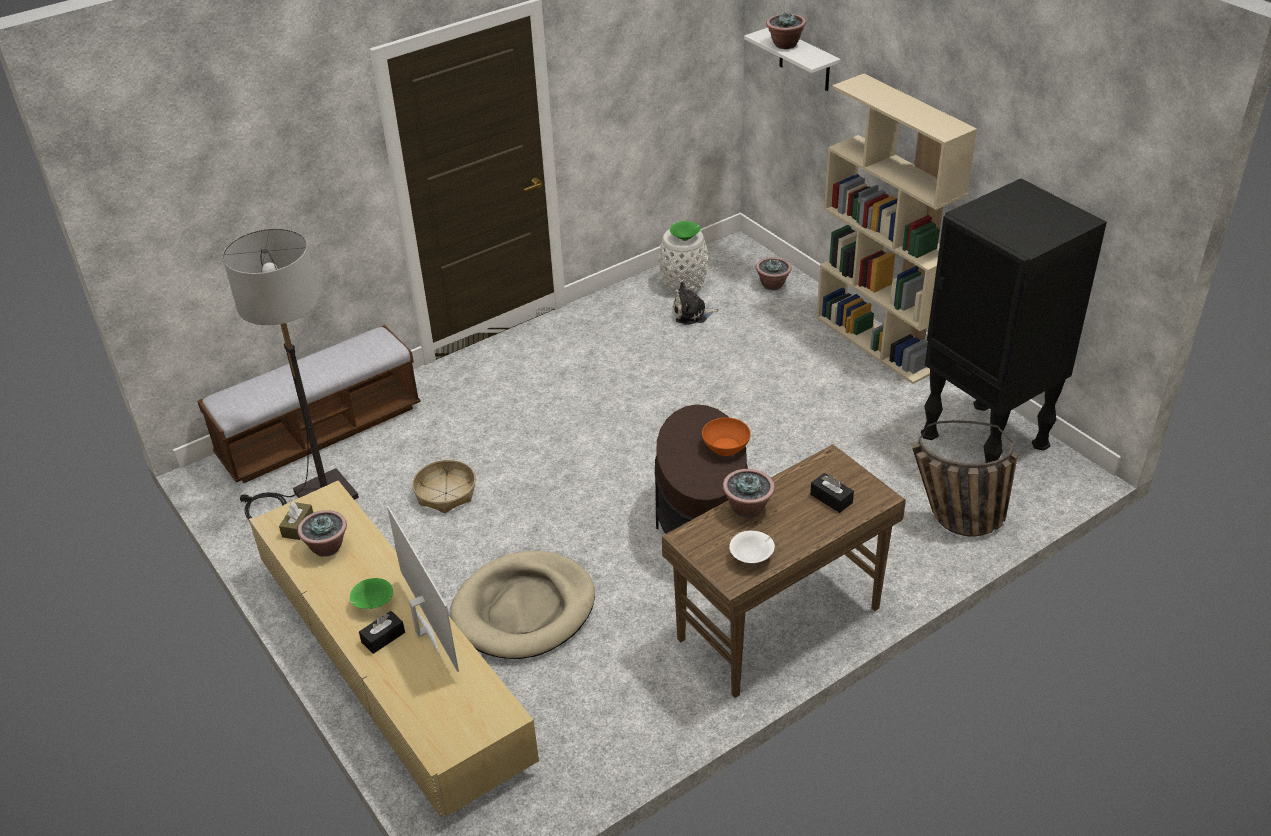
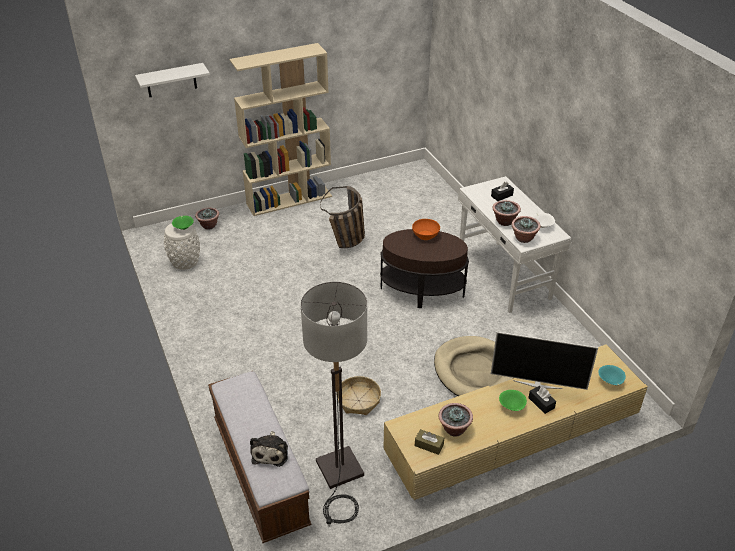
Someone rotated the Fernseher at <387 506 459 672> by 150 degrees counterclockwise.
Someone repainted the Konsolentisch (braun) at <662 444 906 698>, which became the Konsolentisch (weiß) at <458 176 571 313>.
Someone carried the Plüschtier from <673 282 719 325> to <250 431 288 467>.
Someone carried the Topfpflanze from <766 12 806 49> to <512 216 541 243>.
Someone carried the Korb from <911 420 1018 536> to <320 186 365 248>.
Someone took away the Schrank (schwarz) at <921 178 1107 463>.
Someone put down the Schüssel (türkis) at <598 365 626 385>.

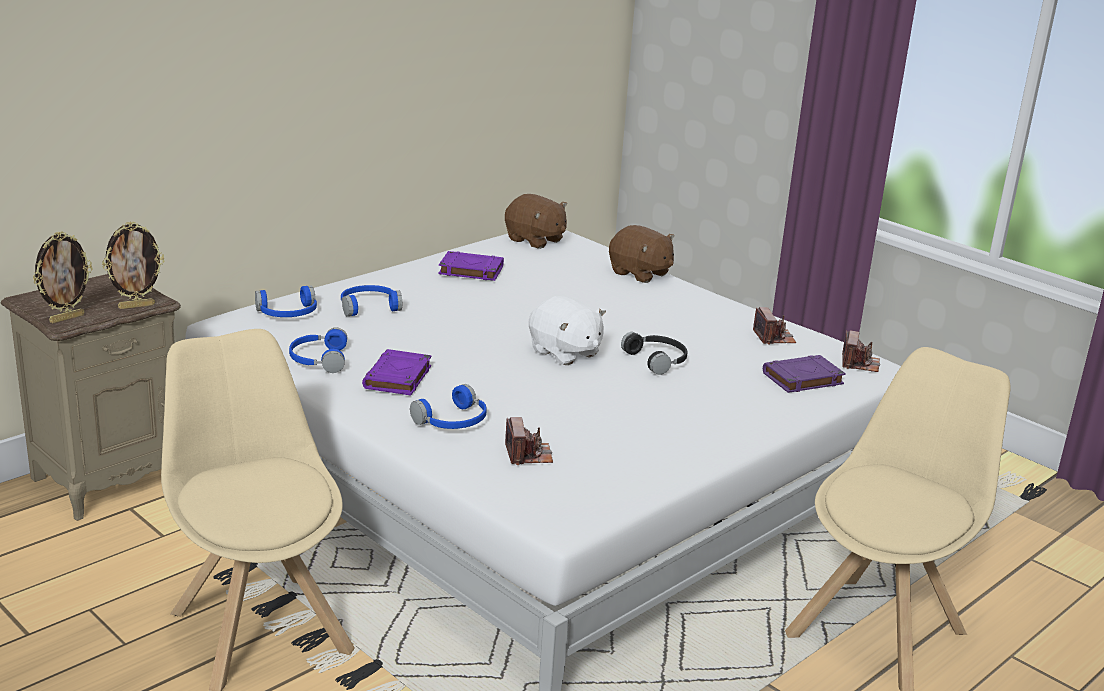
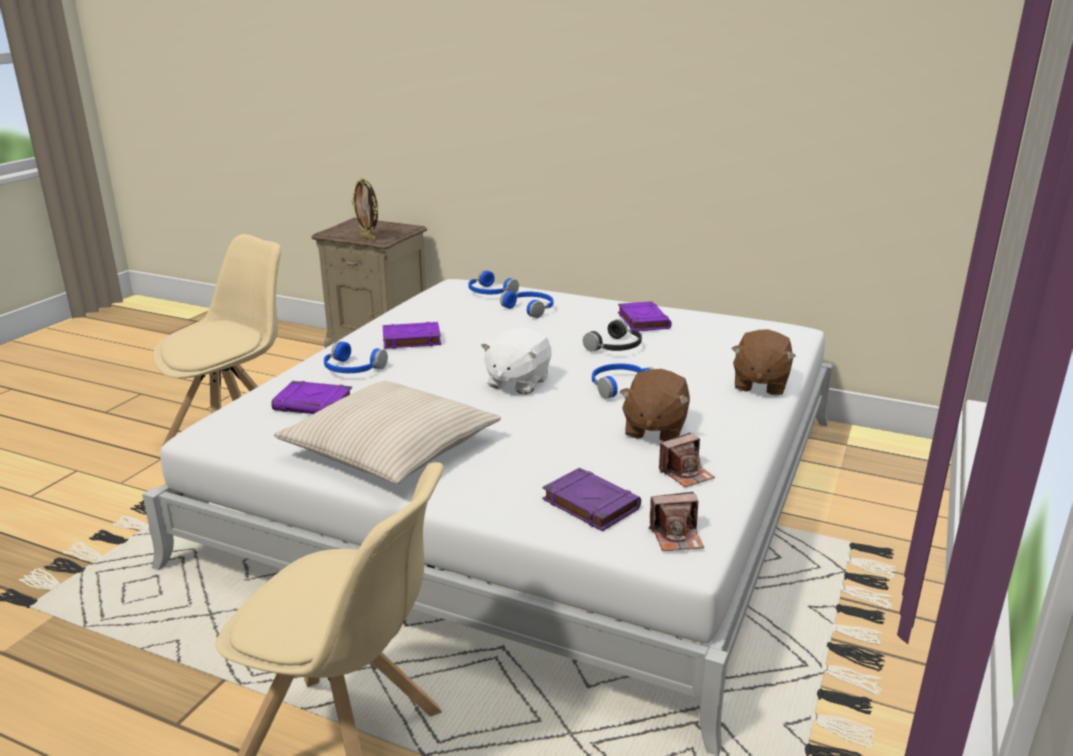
Someone took away the Bilderrahmen at <33 231 93 323>.
Someone carried the Kopfhörer (blau) from <289 327 348 373> to <592 364 654 399>.
Someone carried the Plüschtier (braun) from <505 194 567 249> to <620 369 690 442>.
Someone swapped the Kamera at <505 417 553 465> for the Buch (lila) at <271 381 352 414>.
Someone carried the Kopfhörer (schwarz) from <621 332 688 375> to <583 319 642 352>.
Someone put down the Kissen (beige) at <274 381 501 484>.

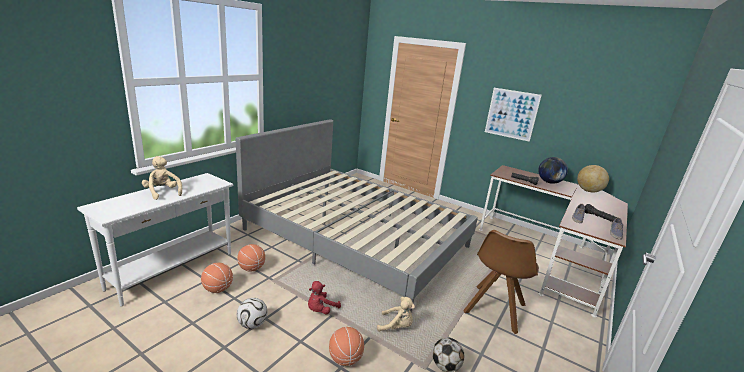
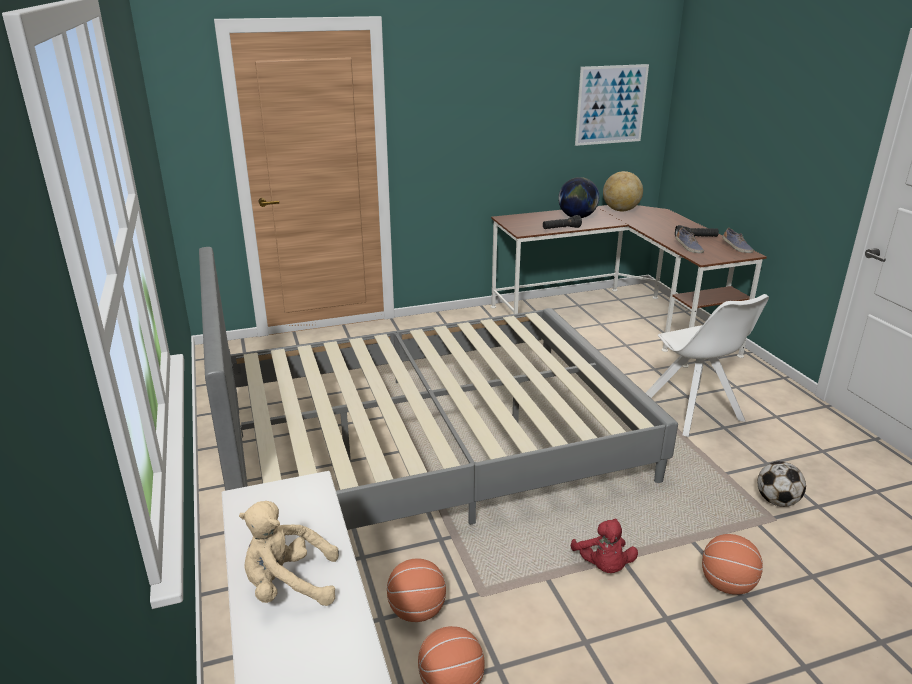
Someone took away the Fußball at <237 298 267 329>.
Someone took away the Plüschtier (beige) at <377 297 415 332>.
Someone repainted the Stuhl (braun) at <463 230 539 334>, which became the Stuhl (weiß) at <646 294 769 437>.
Someone carried the Bild from <485 88 542 142> to <575 64 649 146>.

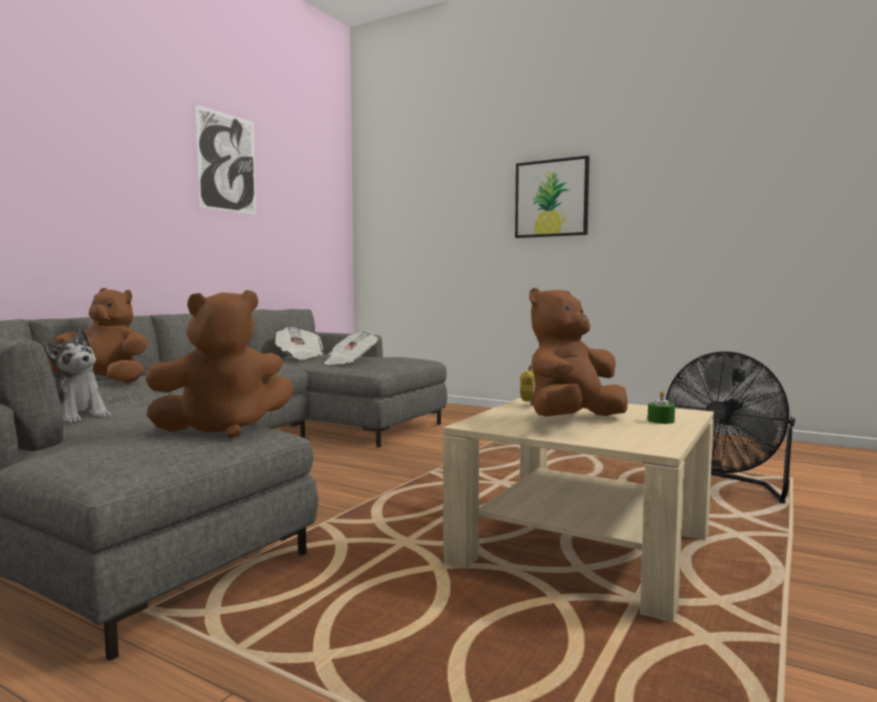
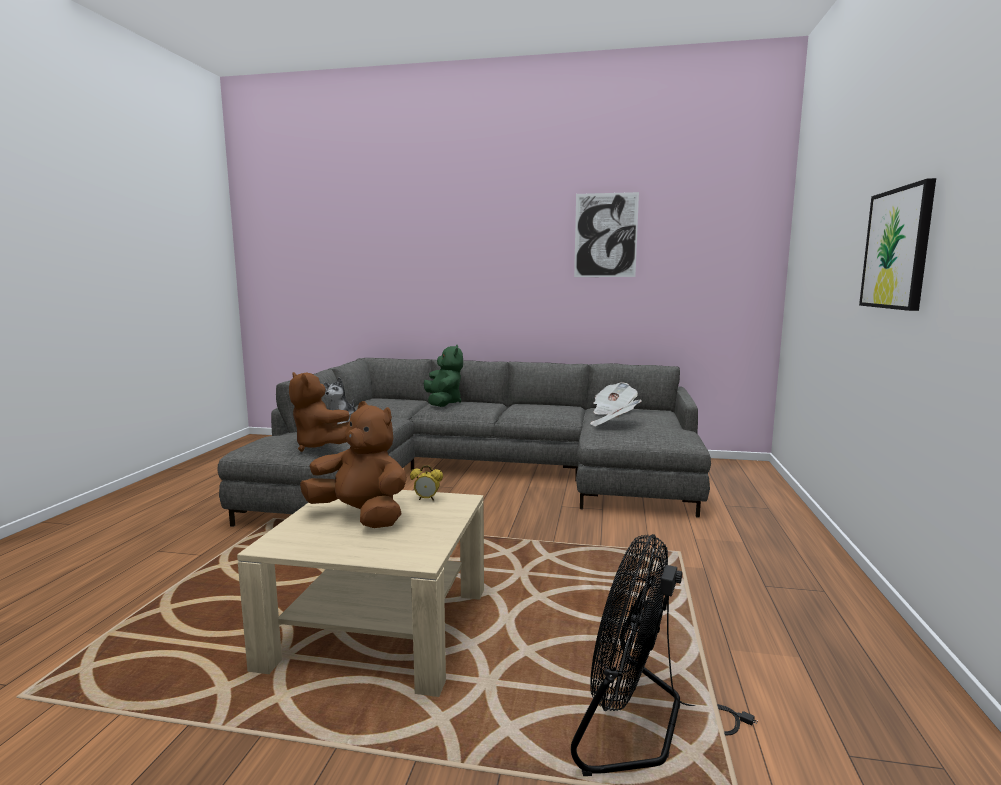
Someone repainted the Plüschtier (braun) at <46 288 148 383>, which became the Plüschtier (grün) at <424 345 463 407>.
Someone took away the Kerze (grün) at <648 391 675 424>.

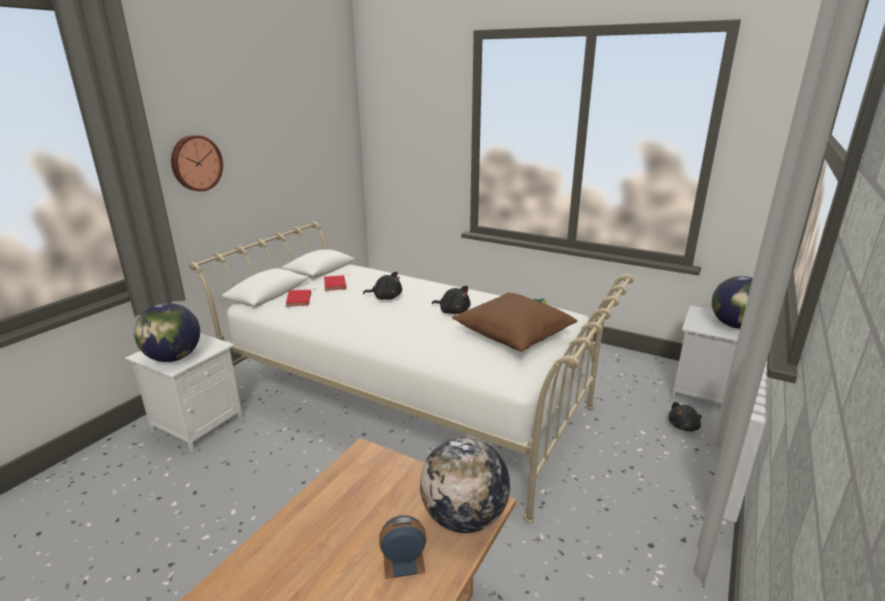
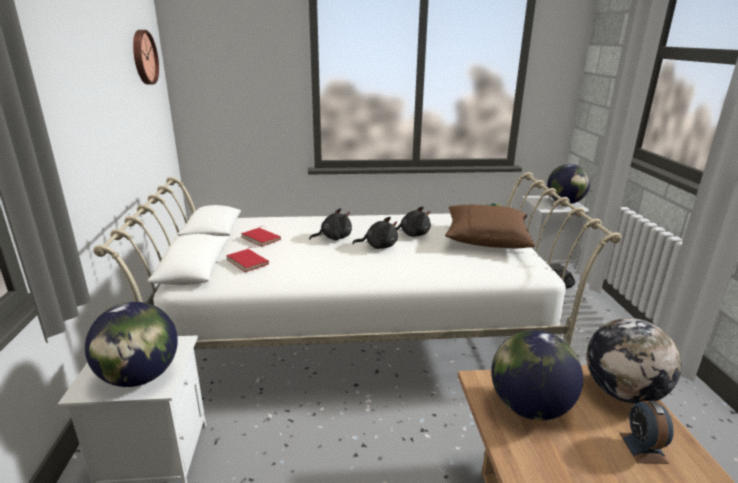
Someone carried the Wanduhr from <171 135 223 191> to <133 30 159 85>.
Someone rotated the Wecker at <379 515 426 579> by 45 degrees counterclockwise.
Someone put down the Plüschtier (schwarz) at <352 217 398 249>.
Someone put down the Globus at <491 330 583 420>.

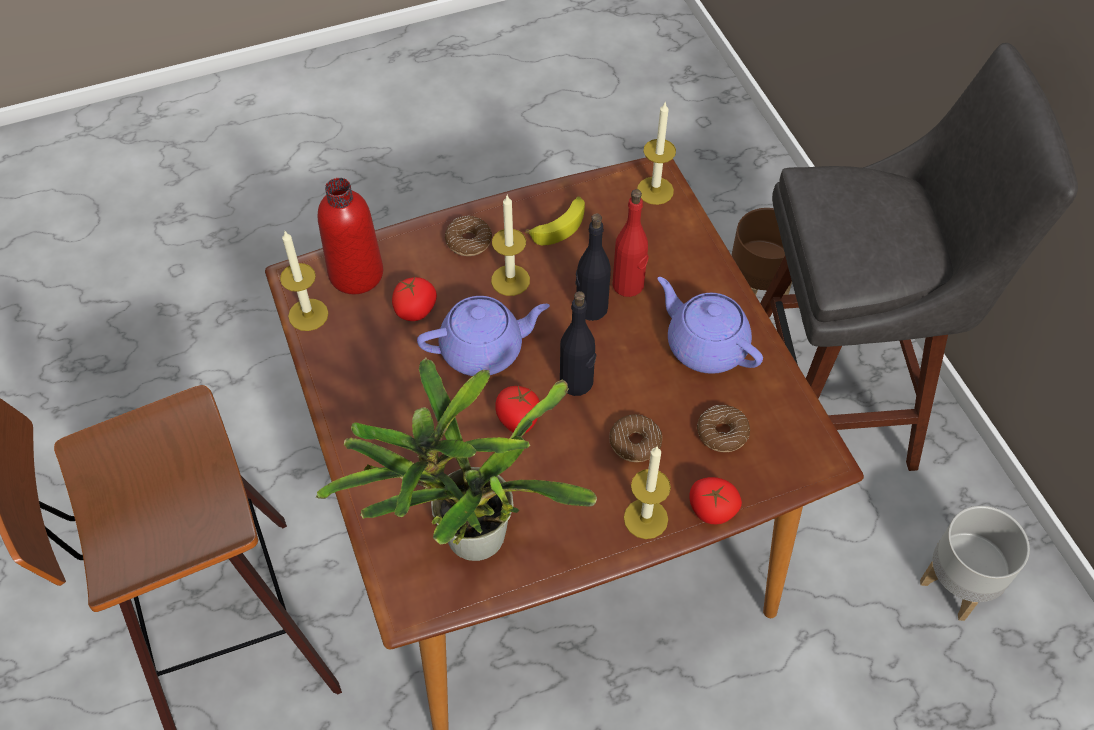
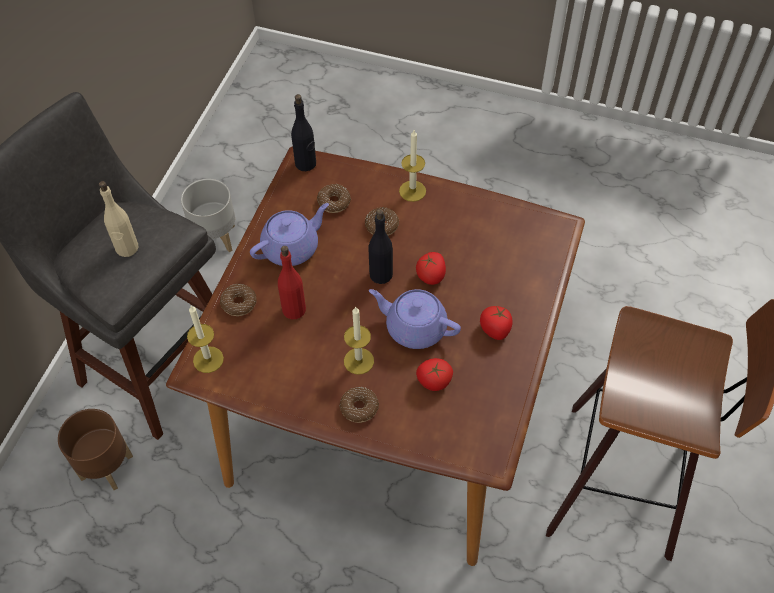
Someone took away the Kerze at <280 230 328 331>.
Someone took away the Topfpflanze at <316 358 597 561>.
Someone took away the Flasche (rot) at <318 178 383 294>.
Someone took away the Banane at <525 196 585 246>.
Someone carried the Flasche (schwarz) from <576 214 611 321> to <291 94 316 171>.
Someone rotated the Teekanne (lila) at <658 277 763 374> by 120 degrees counterclockwise.
Someone carried the Tomate from <689 477 742 525> to <480 306 512 340>.
Someone put down the Flasche (beige) at <99 181 138 257>.
Someone put down the Donut at <220 284 257 316>.

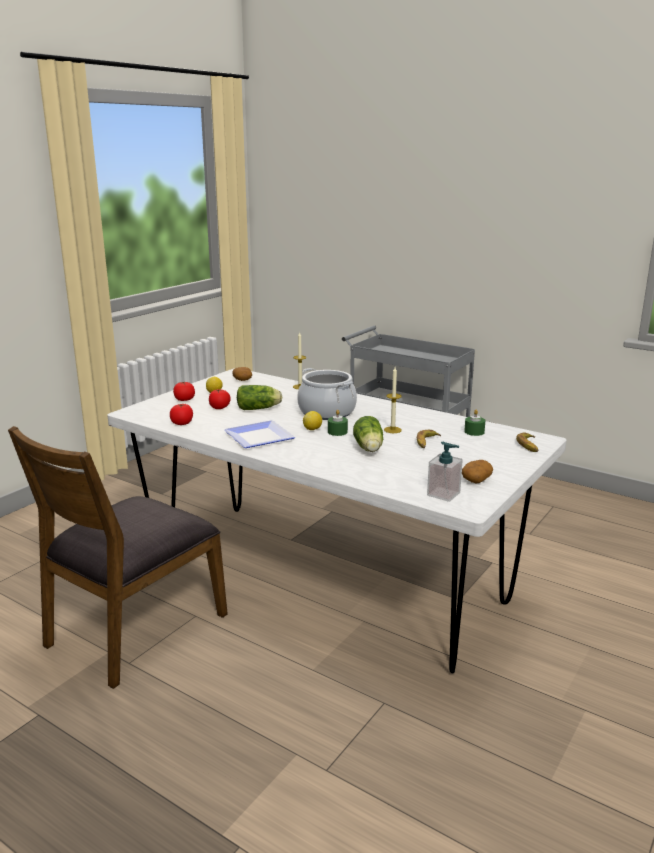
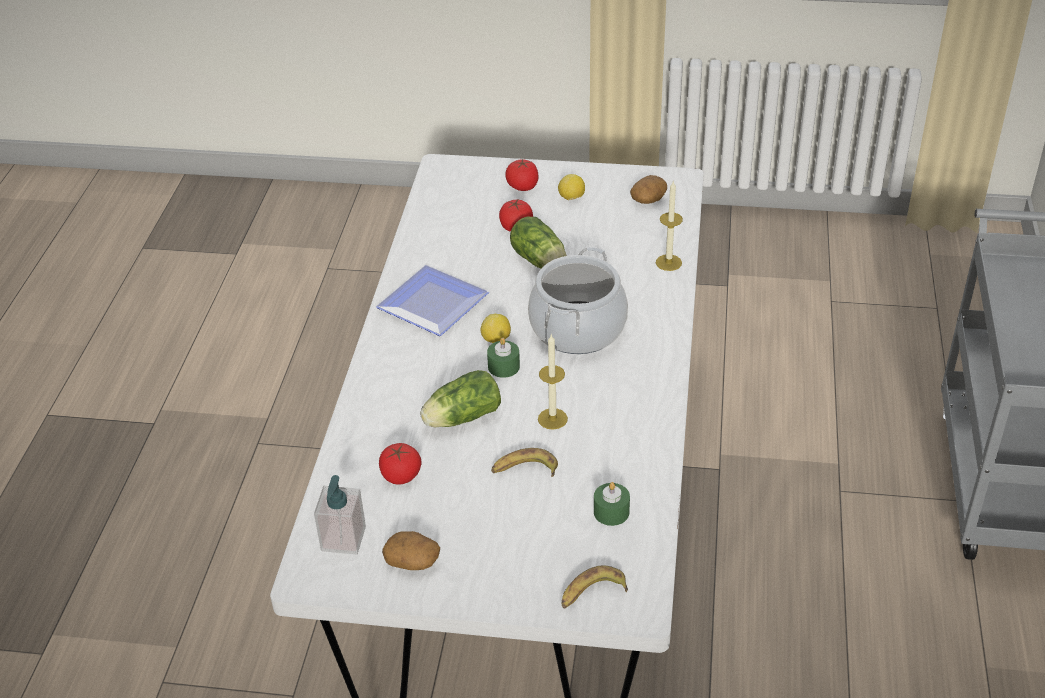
Someone took away the Stuhl (braun) at <8 426 228 689>.
Someone carried the Tomate from <170 404 193 425> to <379 443 421 485>.

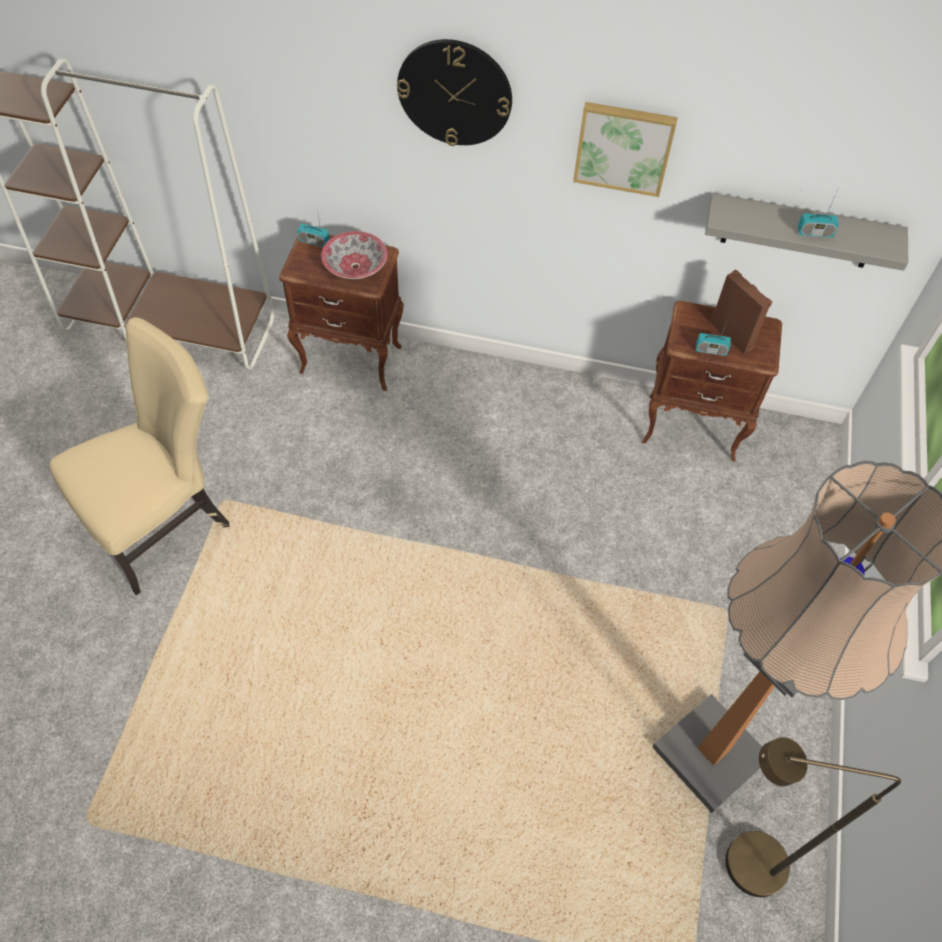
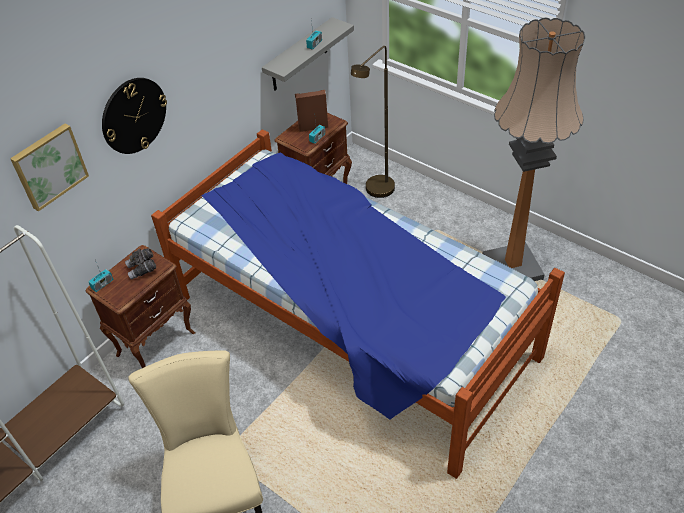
Someone swapped the Schüssel at <321 231 387 279> for the Fernglas (grau) at <125 248 156 280>.
Someone carried the Bild from <573 102 678 197> to <10 124 89 212>.
Someone carried the Stehlampe (braun) from <726 737 901 897> to <351 46 395 198>.
Someone put down the Bett at <151 129 565 479>.

